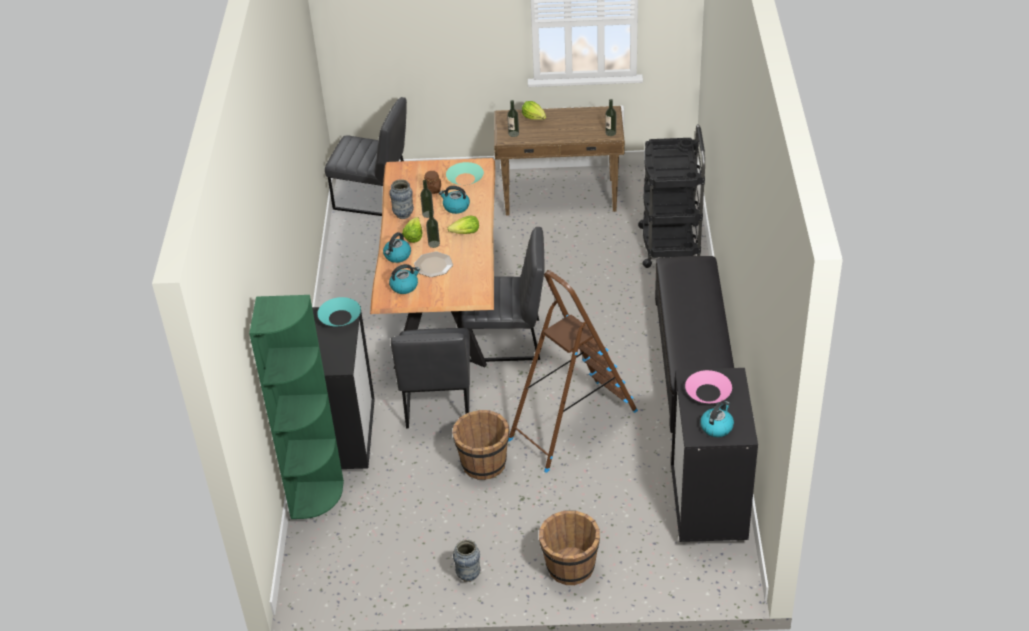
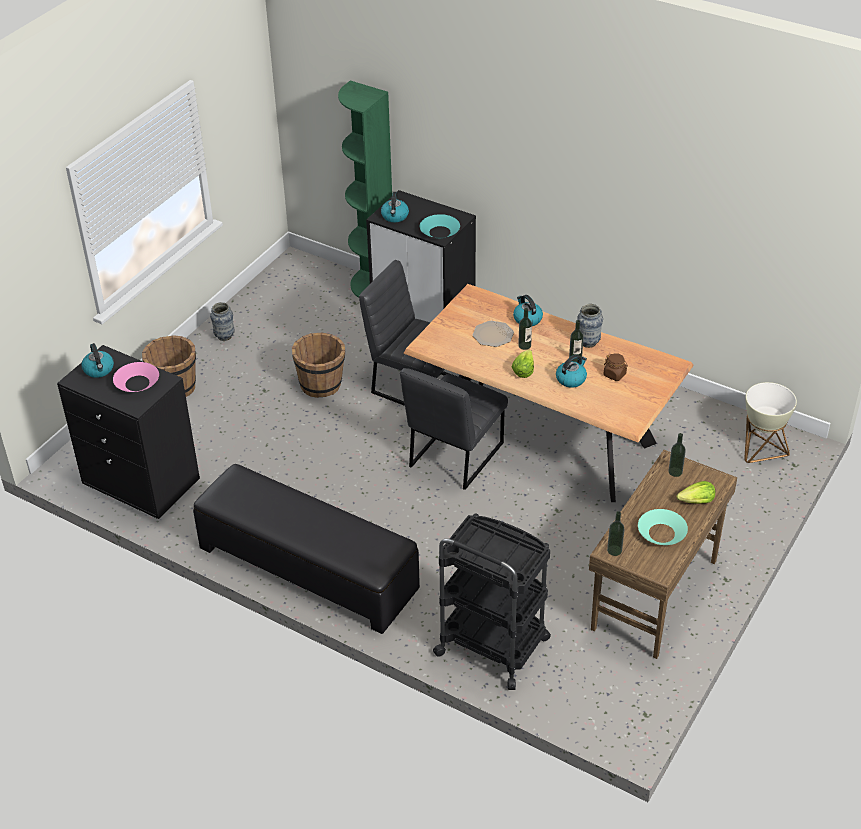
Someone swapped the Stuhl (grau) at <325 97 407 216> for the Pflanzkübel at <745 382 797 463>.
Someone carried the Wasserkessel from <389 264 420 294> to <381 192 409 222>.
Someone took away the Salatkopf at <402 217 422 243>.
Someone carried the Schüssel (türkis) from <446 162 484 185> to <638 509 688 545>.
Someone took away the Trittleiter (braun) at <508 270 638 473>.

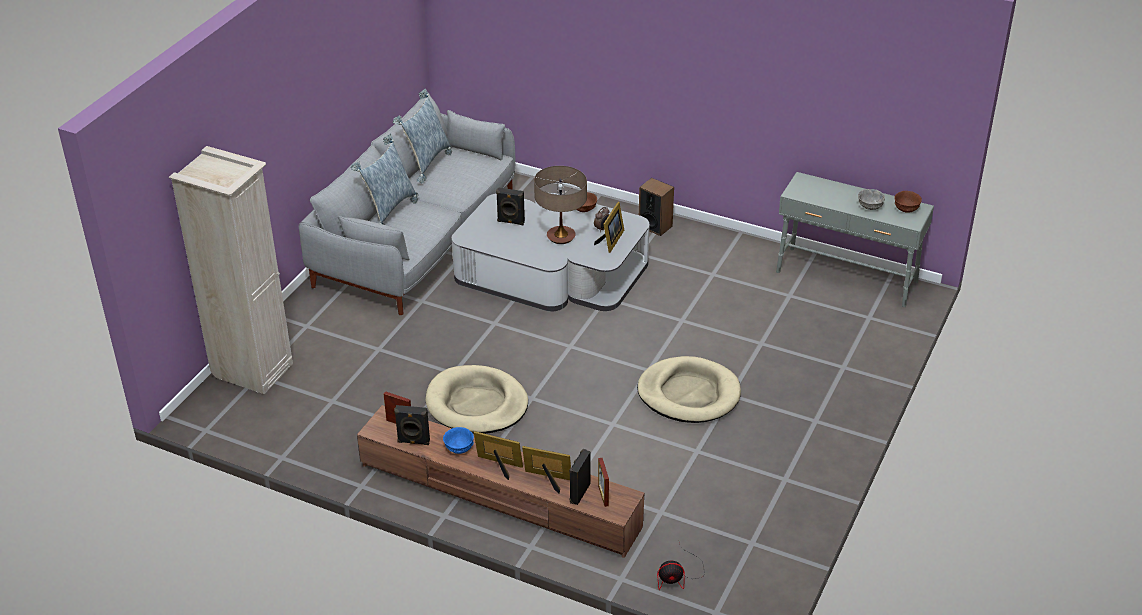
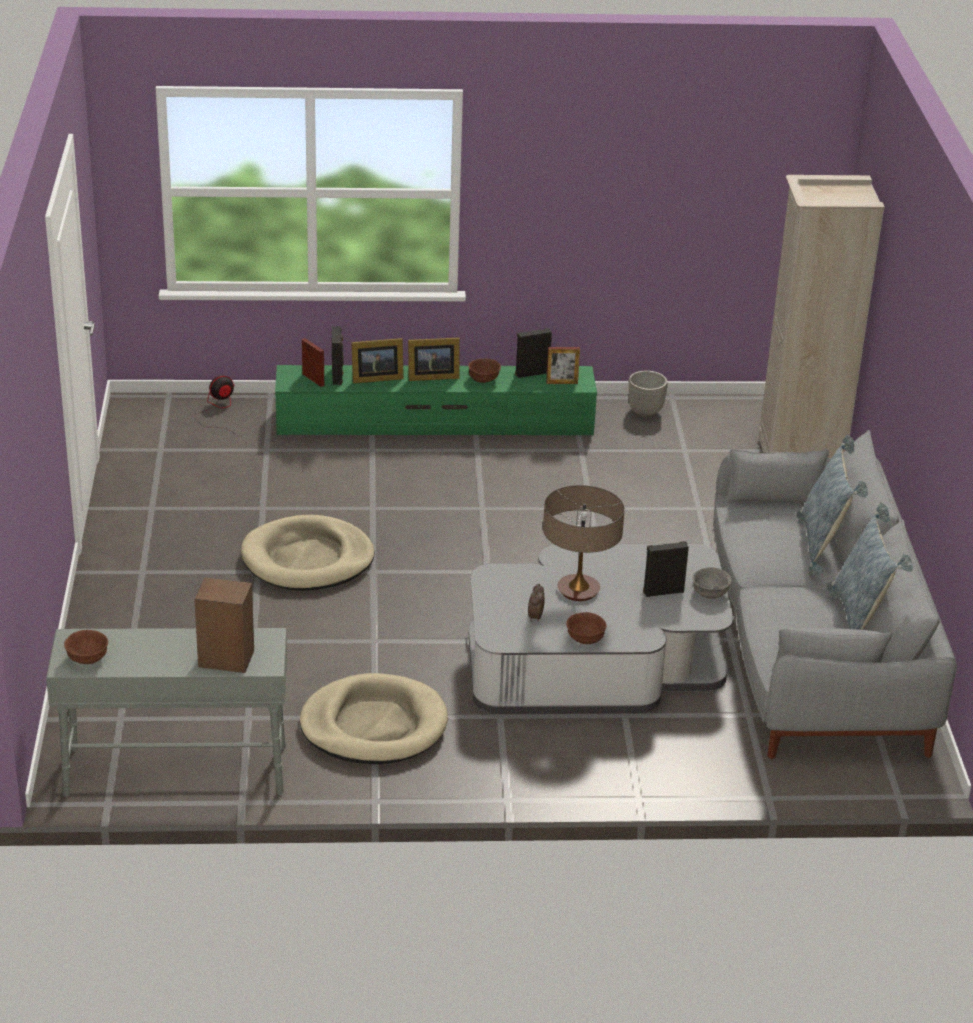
Someone repainted the Fernsehschrank (braun) at <357 405 645 558>, which became the Fernsehschrank (grün) at <275 365 597 435>.
Someone carried the Hundebett (beige) from <425 365 528 434> to <300 673 448 764>.
Someone repainted the Schüssel (blau) at <443 427 474 454>, which became the Schüssel (braun) at <468 358 501 383>.
Someone took away the Bilderrahmen at <594 202 624 253>.
Someone carried the Lautsprecher from <639 178 674 236> to <194 578 254 673>.
Someone carried the Schüssel (grau) from <858 189 885 210> to <693 567 731 599>.
Someone put down the Pflanzkübel at <628 371 668 417>.

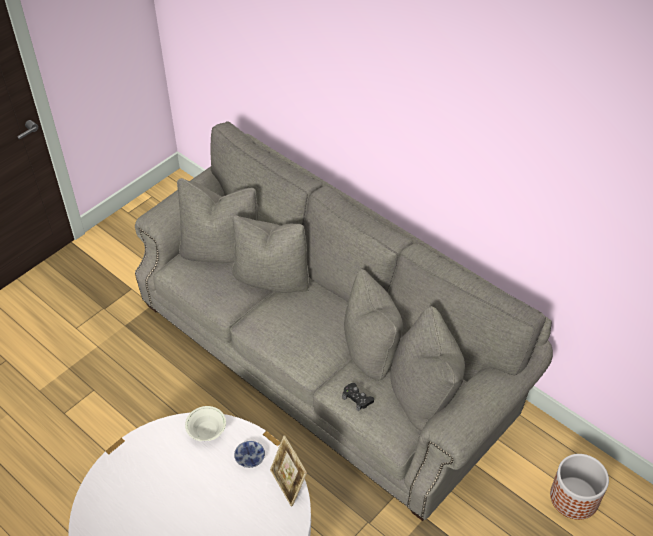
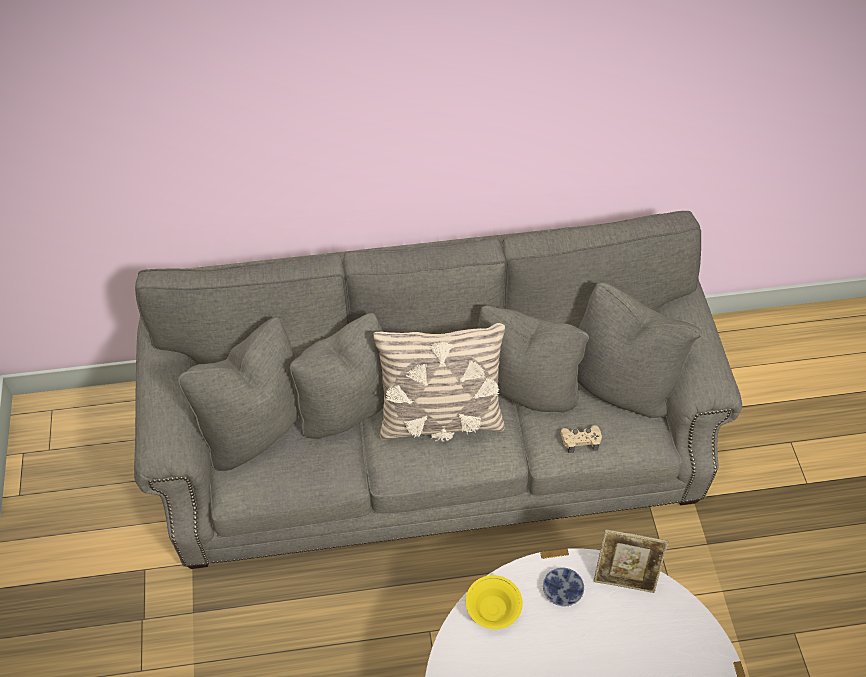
Someone repainted the Schüssel (weiß) at <185 406 226 442>, which became the Schüssel (gelb) at <466 575 523 629>.
Someone repainted the Gamepad (schwarz) at <342 383 374 411>, which became the Gamepad (beige) at <561 425 602 453>.
Someone took away the Pflanzkübel at <550 454 609 520>.
Someone put down the Kissen (beige) at <373 323 505 442>.

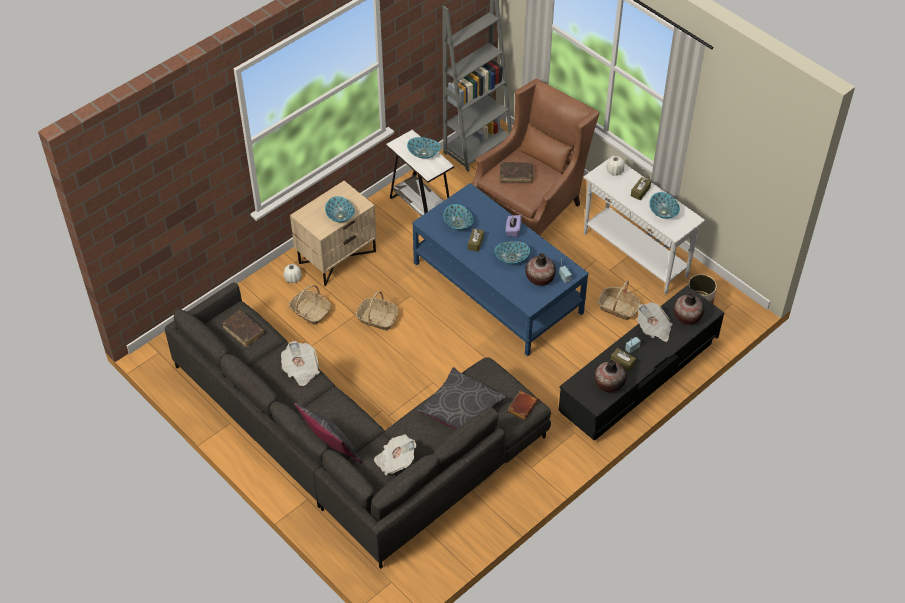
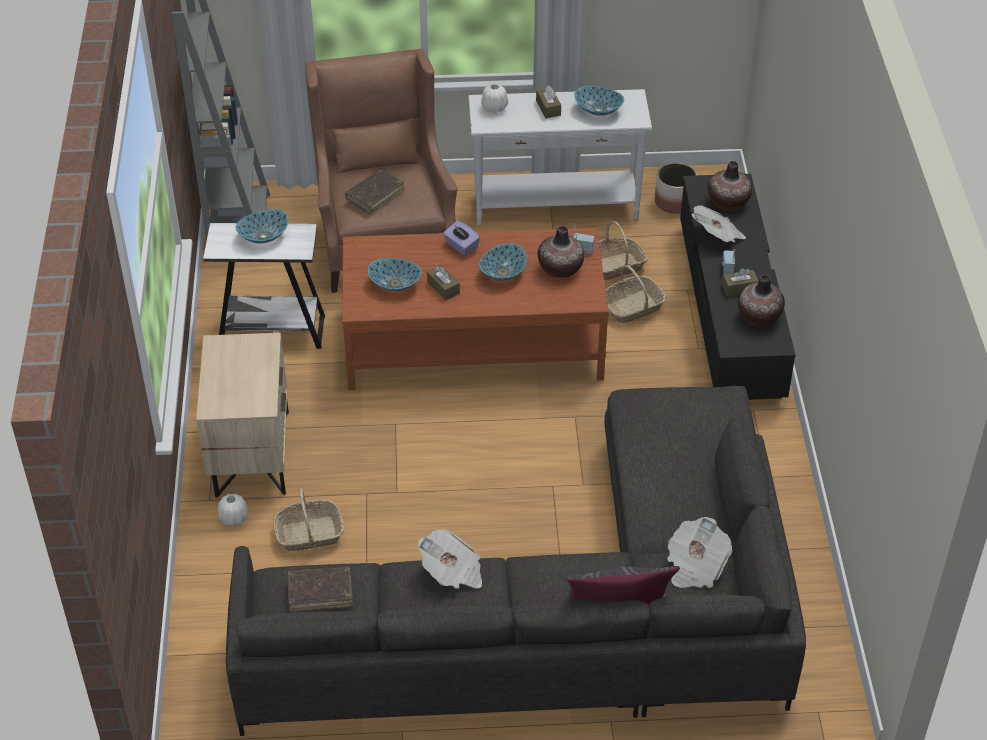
Someone took away the Schüssel at <325 196 355 222>.
Someone carried the Korb from <356 291 399 330> to <606 265 666 323>.
Someone repainted the Couchtisch (blau) at <412 183 589 356>, which became the Couchtisch (braun) at <342 228 609 390>.
Someone took away the Kissen (grau) at <417 367 507 430>.
Someone took away the Buch (braun) at <508 390 538 420>.

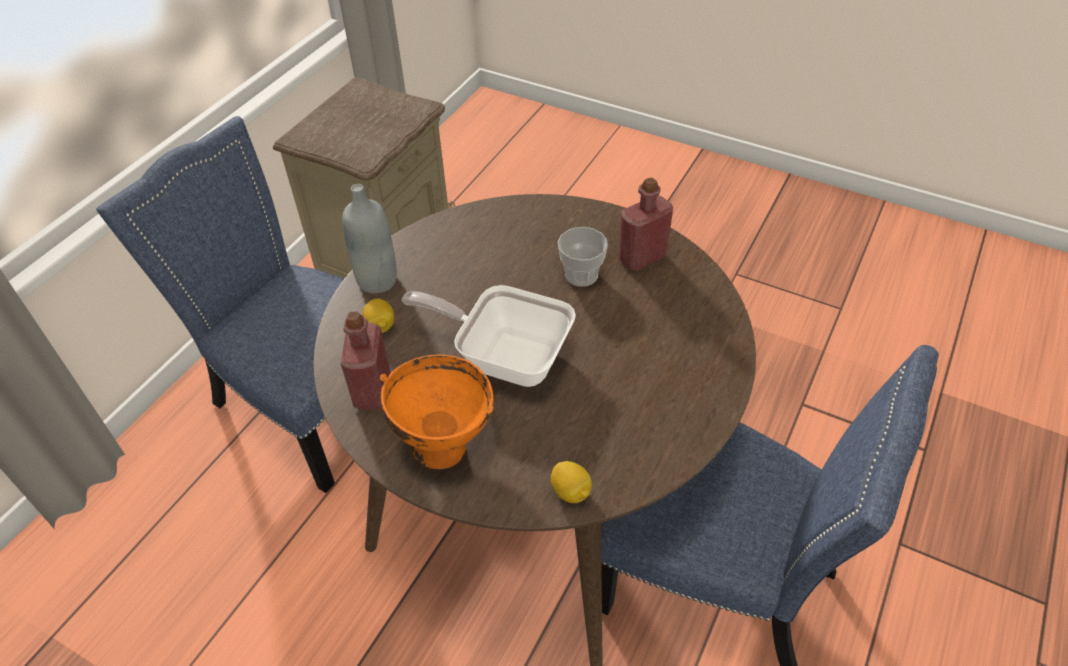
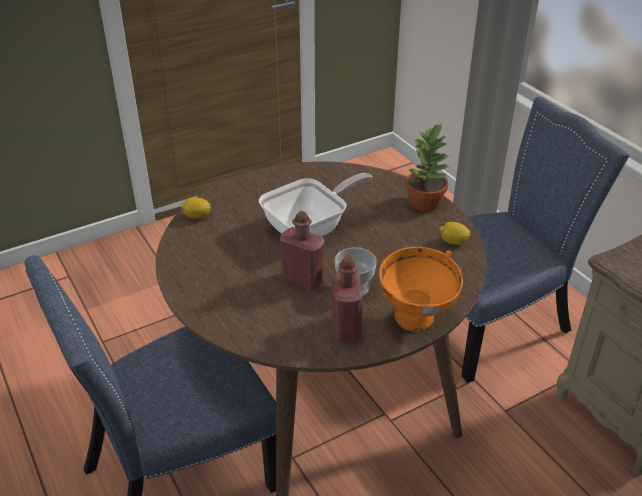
Someone carried the Flasche (rot) from <341 312 391 410> to <280 211 325 291>.
Someone swapped the Flasche (grau) at <342 184 397 293> for the Topfpflanze at <405 122 451 211>.
Someone carried the Zitrone from <362 299 394 333> to <439 222 470 245>.
Someone carried the Schüssel (orange) from <380 355 494 470> to <379 247 463 332>.

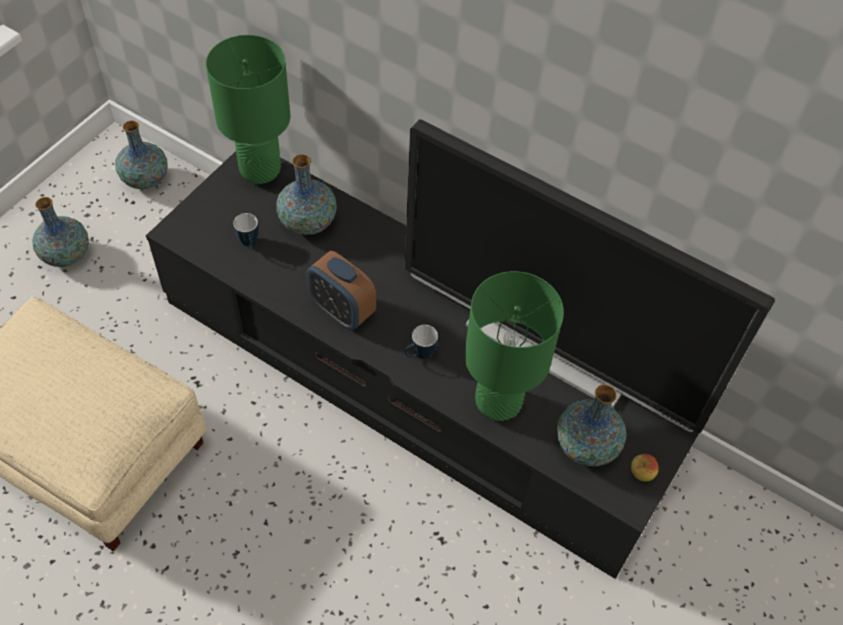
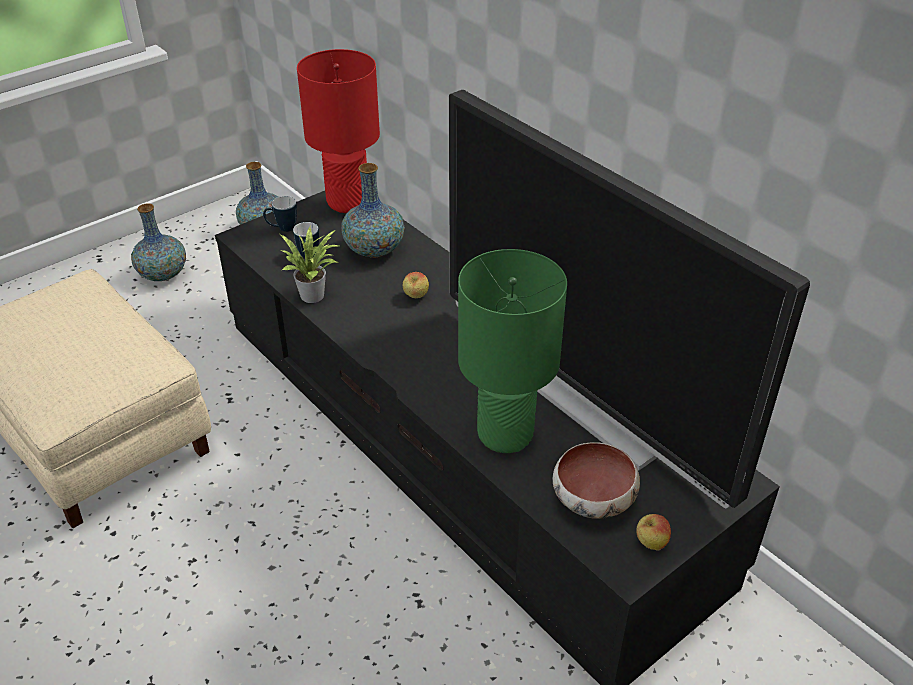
Someone repainted the Tischlampe (grün) at <206 35 290 184>, which became the Tischlampe (rot) at <297 49 380 213>.
Someone took away the Wecker at <307 251 376 330>.
Someone carried the Henkelbecher from <405 325 438 359> to <263 196 297 232>.
Someone swapped the Vase at <557 385 626 466> for the Schüssel at <553 442 640 519>.
Someone put down the Topfpflanze at <280 227 339 303>.
Someone put down the Apfel at <403 272 429 298>.

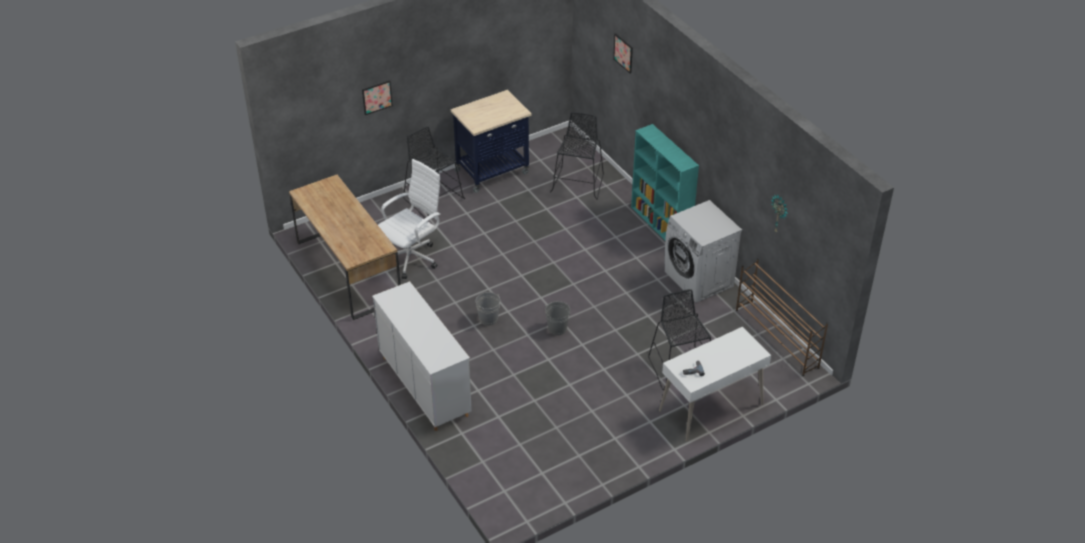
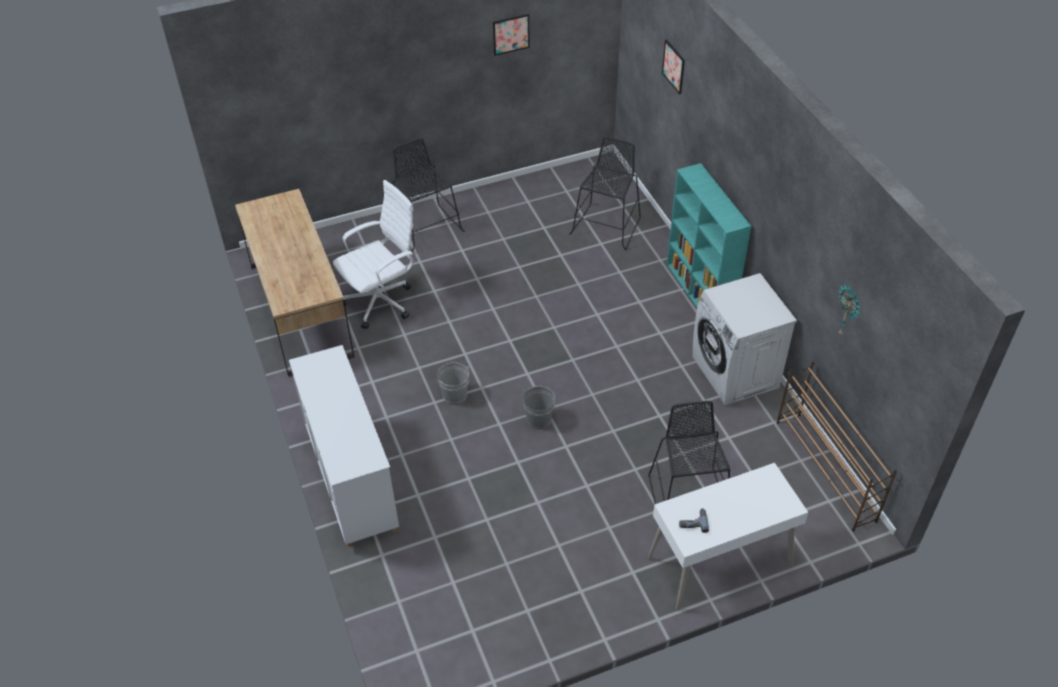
Someone carried the Bild from <362 80 393 115> to <493 14 530 56>.
Someone took away the Rollwagen (blau) at <451 90 532 193>.

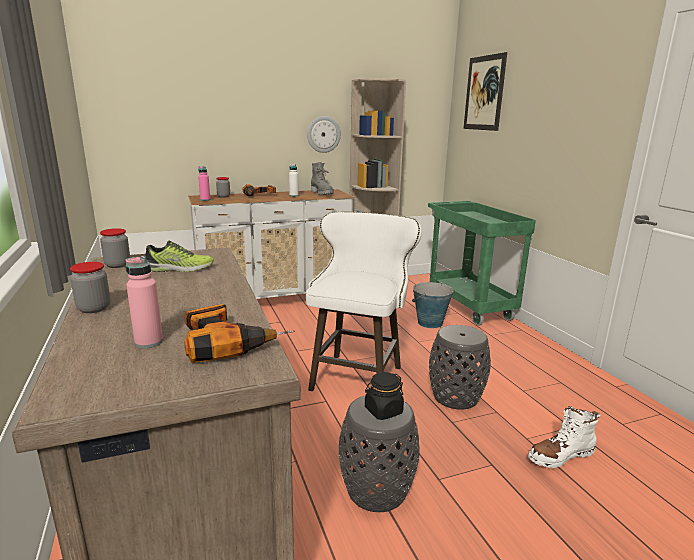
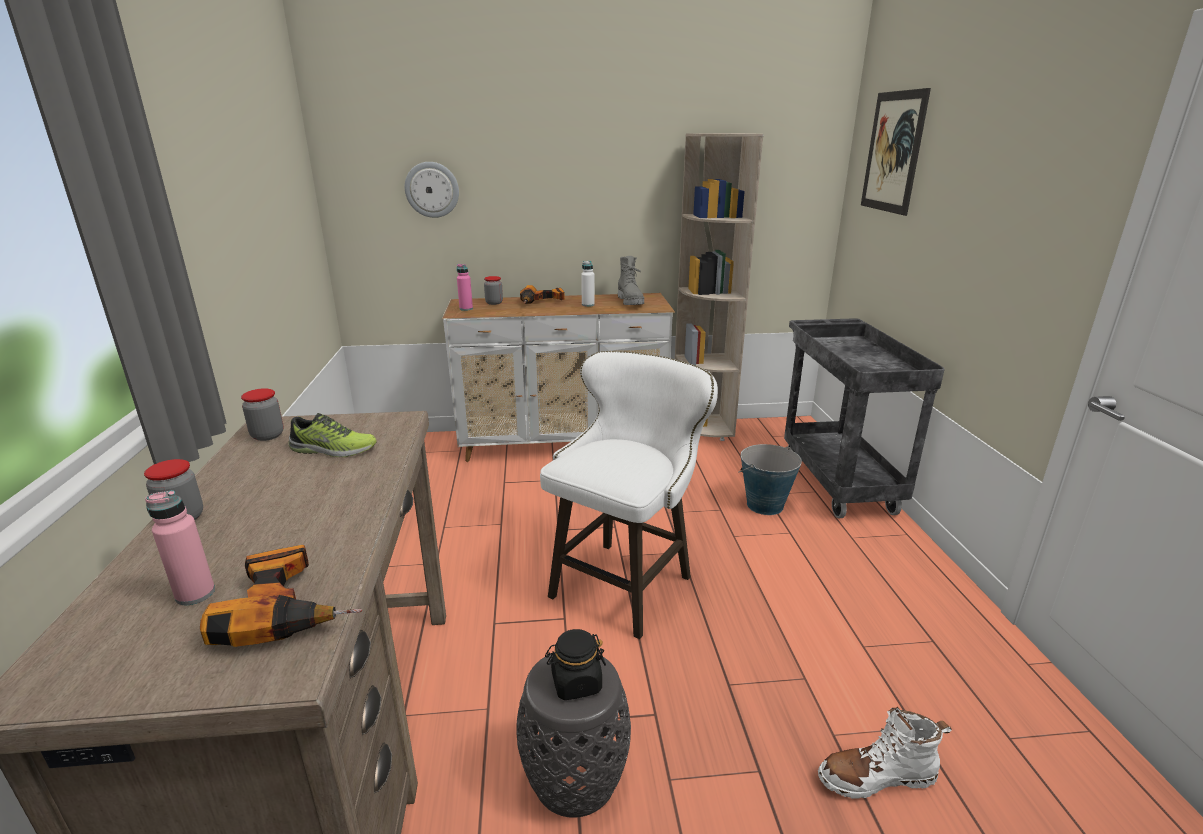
Someone carried the Wanduhr from <307 116 341 153> to <405 162 459 218>.
Someone repainted the Rollwagen (grün) at <428 201 536 326>, which became the Rollwagen (grau) at <784 318 945 518>.
Someone took away the Hocker (grau) at <429 325 491 410>.

